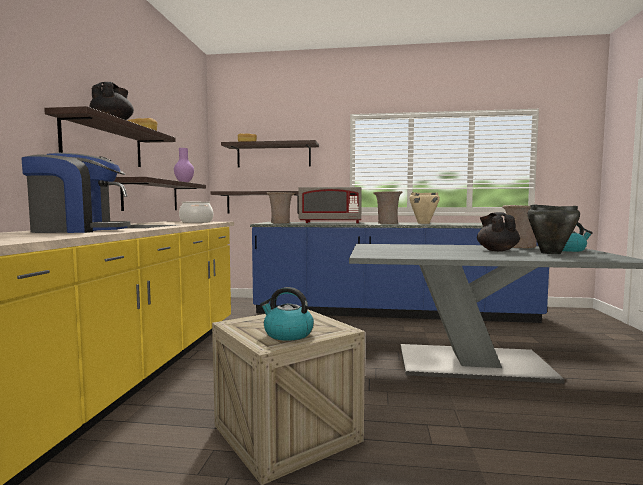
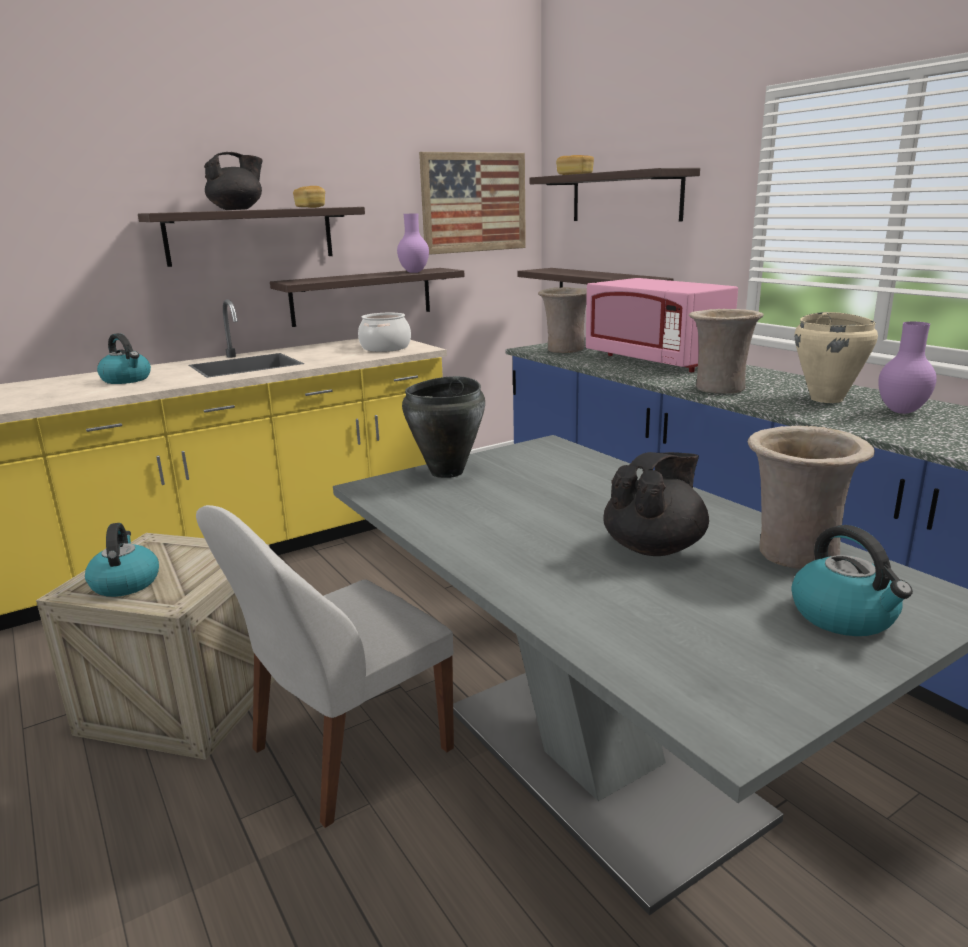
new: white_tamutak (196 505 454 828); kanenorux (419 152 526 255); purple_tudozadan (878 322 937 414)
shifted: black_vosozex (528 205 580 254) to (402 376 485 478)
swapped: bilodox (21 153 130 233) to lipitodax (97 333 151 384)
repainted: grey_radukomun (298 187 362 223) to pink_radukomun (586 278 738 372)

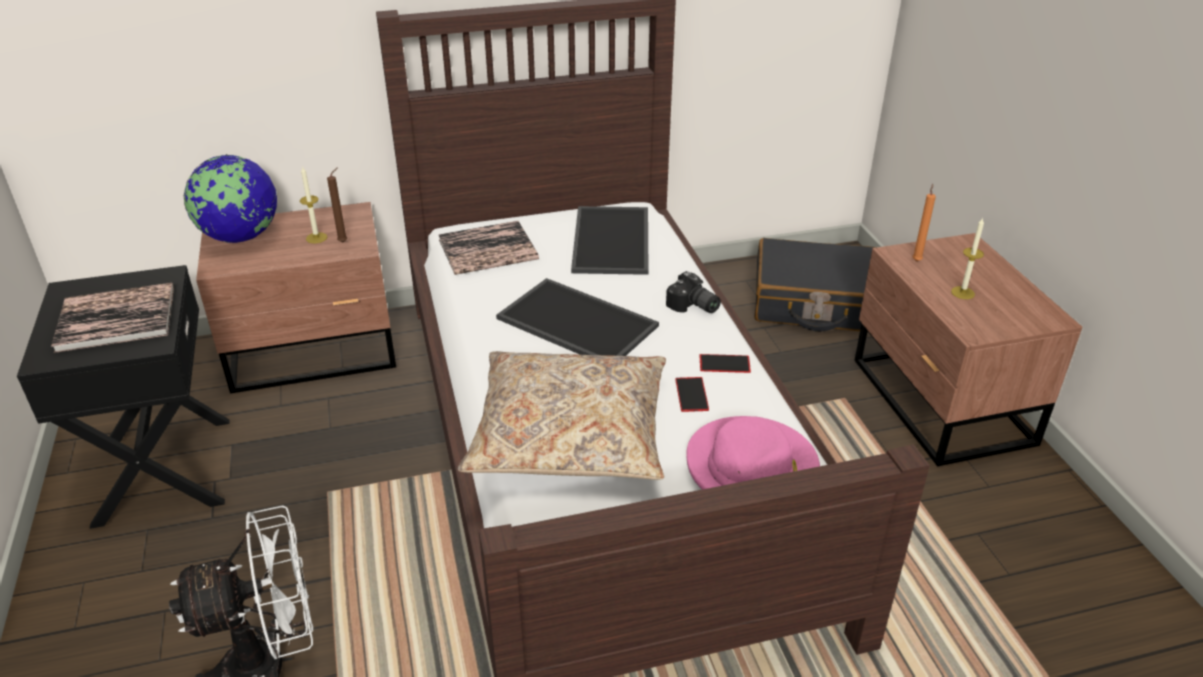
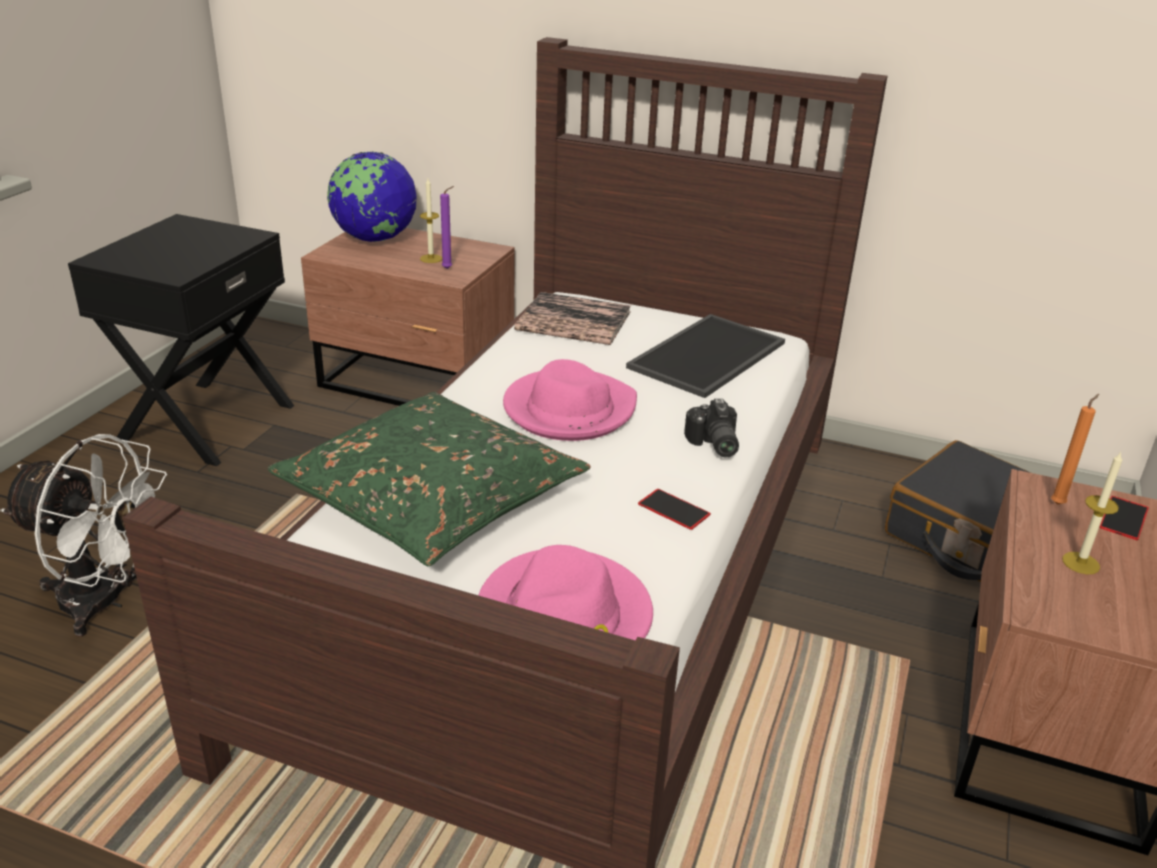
gone: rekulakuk (51 283 174 353)
shifted: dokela (675 377 709 412) to (1099 496 1149 540)
swapped: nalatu (496 278 659 356) to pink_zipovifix (503 359 637 441)
repainted: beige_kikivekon (458 351 666 480) to green_kikivekon (267 392 591 566); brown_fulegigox (327 168 347 242) to purple_fulegigox (440 186 454 269)

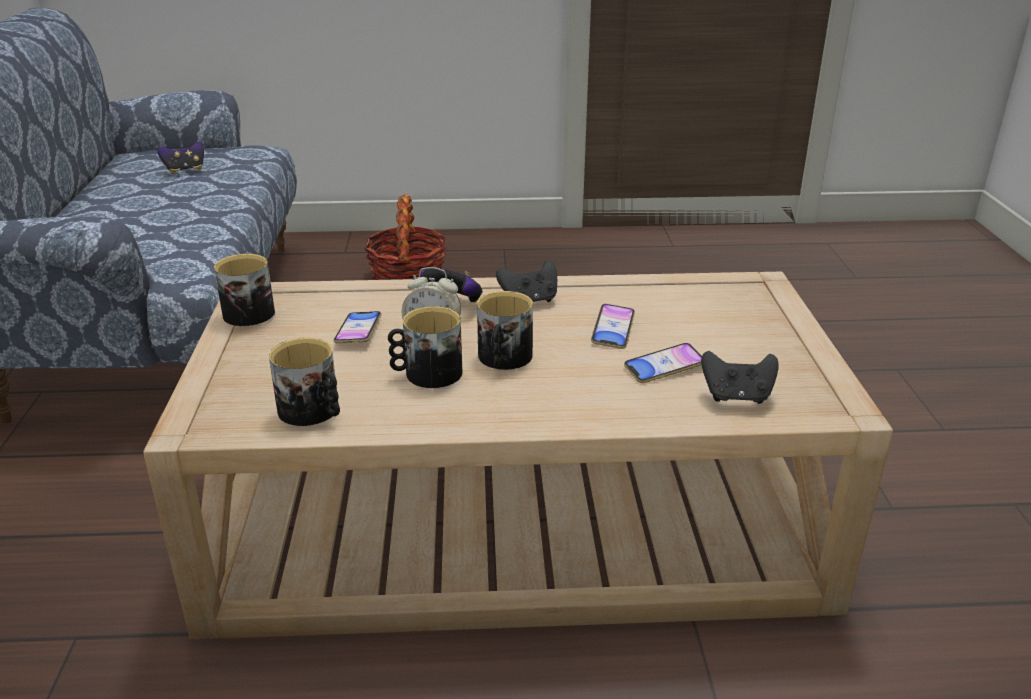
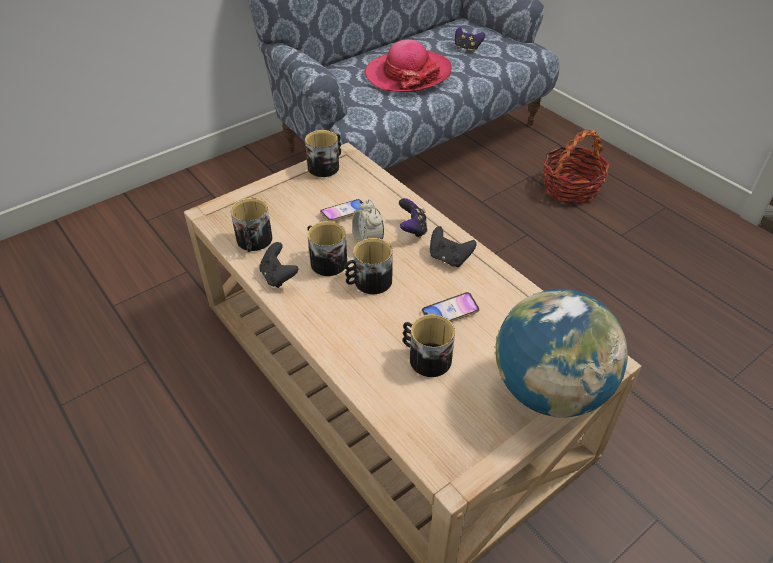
new: zipovifix (364 39 452 92); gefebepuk (495 289 628 418)
shifted: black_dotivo (701 351 779 404) to (259 242 298 288)
swapped: dokela (624 343 702 383) to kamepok (403 314 455 377)

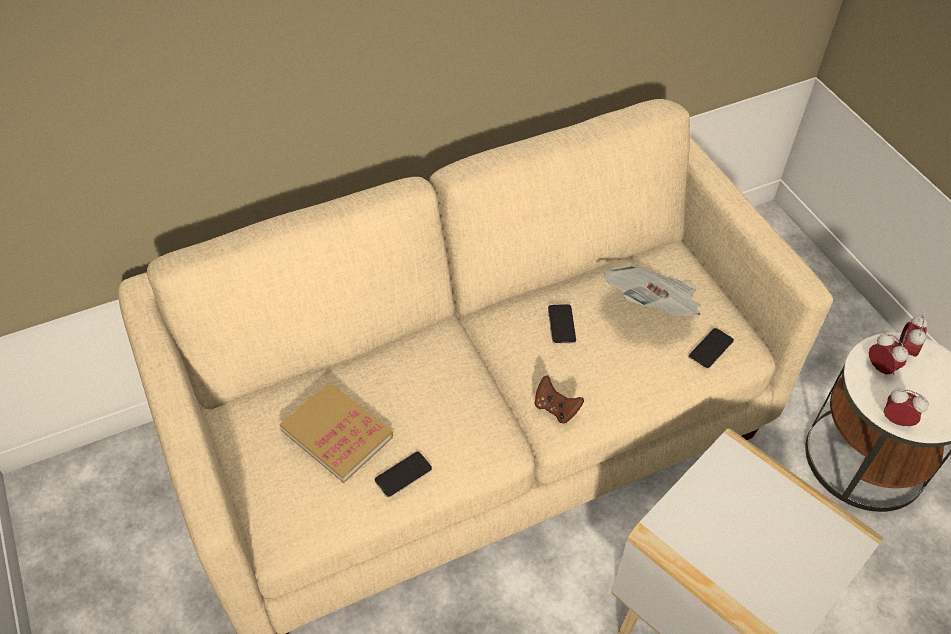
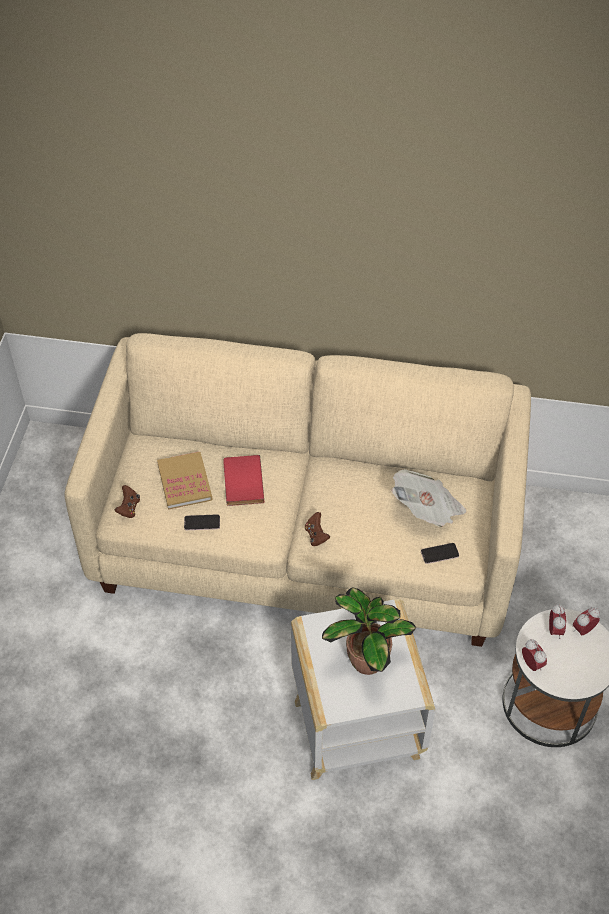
gone: dokela (548 304 576 344)
new: brown_dotivo (115 485 140 518); red_rekulakuk (223 455 264 506); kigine (322 587 416 675)

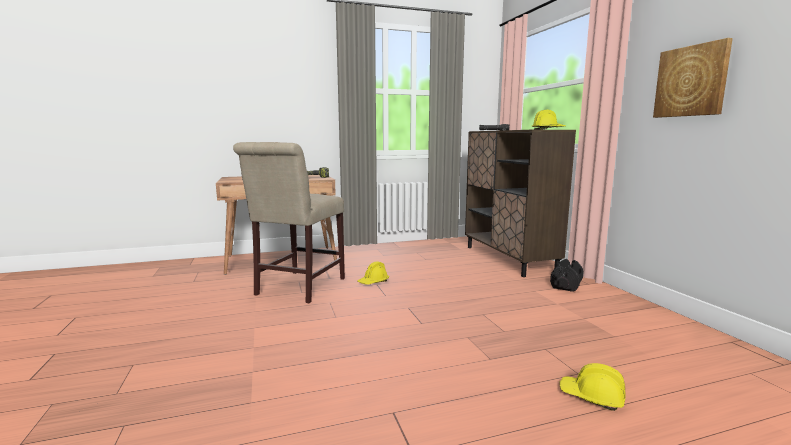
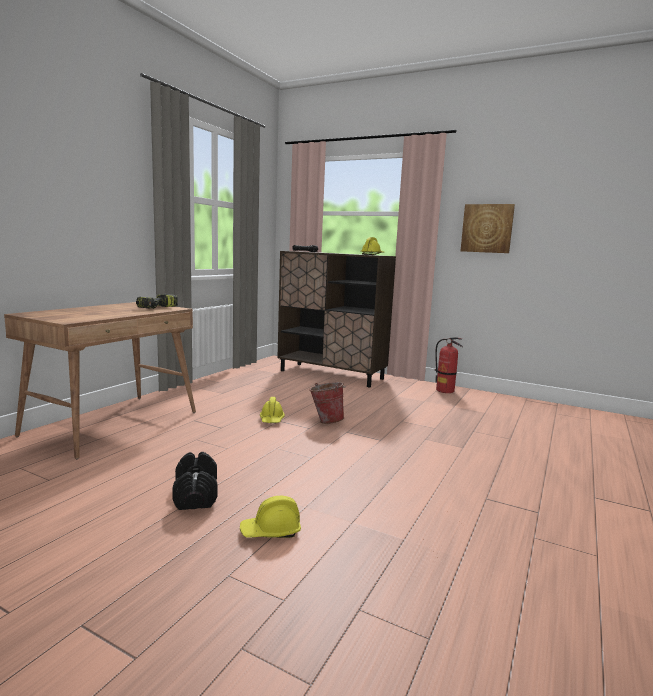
gone: beige_tamutak (233 142 345 303)
new: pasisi (309 382 346 424); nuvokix (435 337 463 393)
shifted: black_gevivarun (550 259 584 292) to (172 452 217 510); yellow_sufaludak (559 363 625 411) to (240 496 301 538)

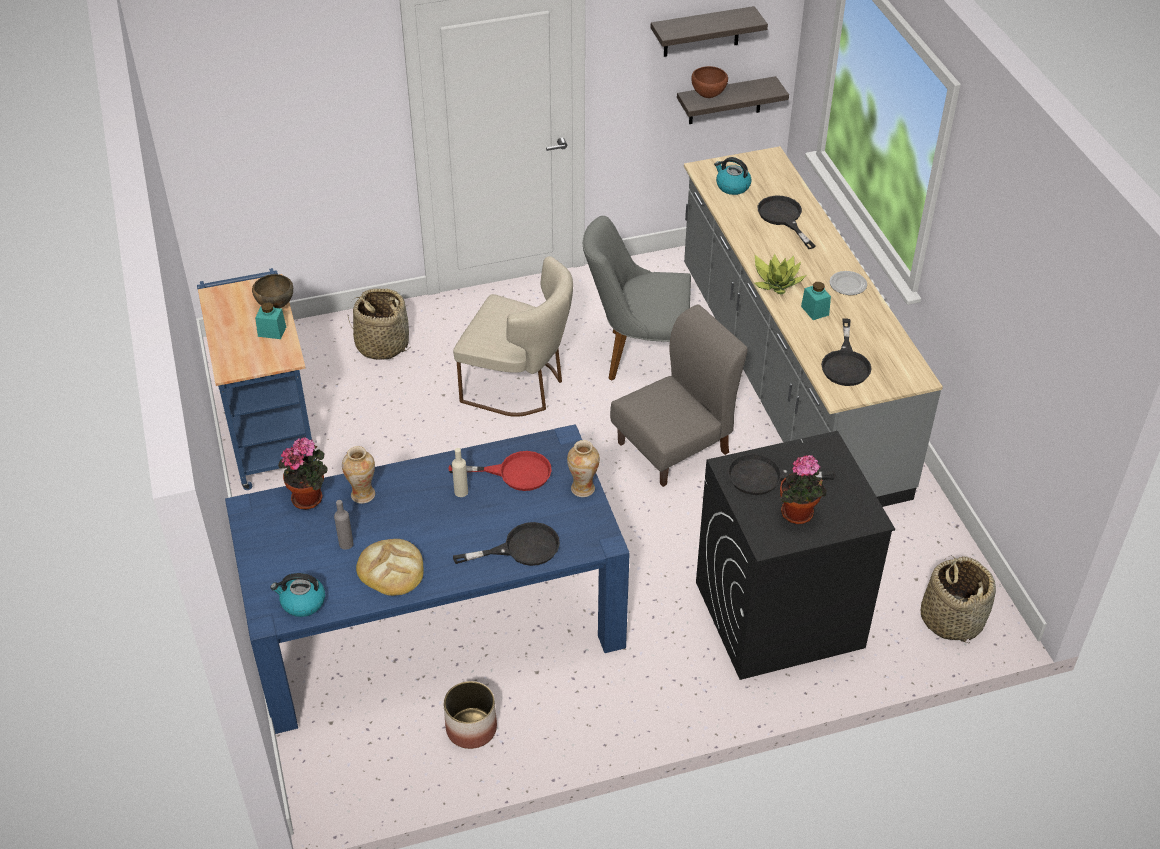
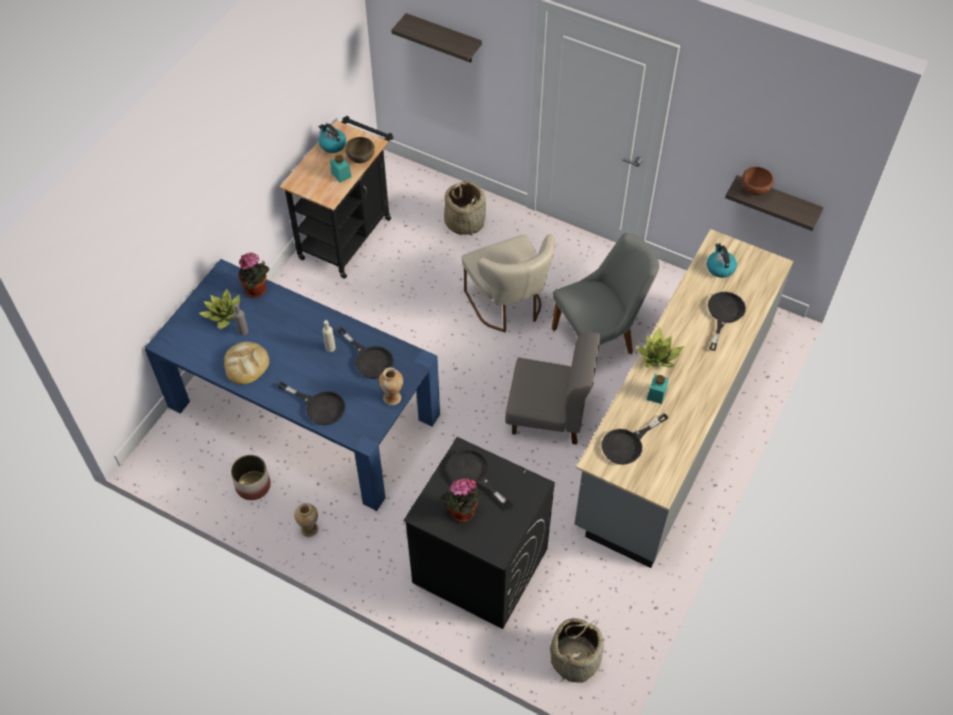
gone: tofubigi (830 271 867 295)
new: kigine (199 289 245 329)
shifted: tudozadan (342 446 375 504) to (294 503 318 537); lipitodax (270 573 325 617) to (319 124 346 153); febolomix (651 6 768 57) to (391 13 482 62)
repainted: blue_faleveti (197 268 316 490) to black_faleveti (280 116 393 279); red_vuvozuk (449 451 552 491) to black_vuvozuk (337 327 394 378)
rotated: grey_tamutak (583 216 691 381) = (552 233 659 354) 105 degrees clockwise

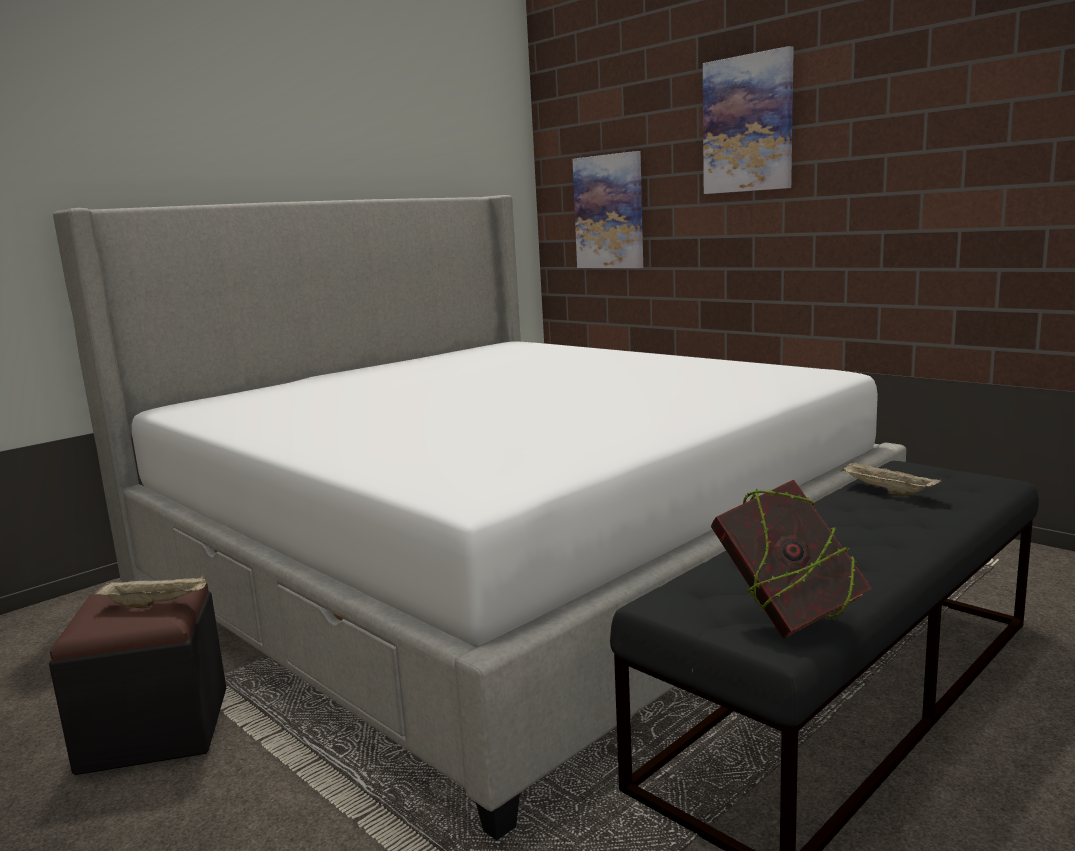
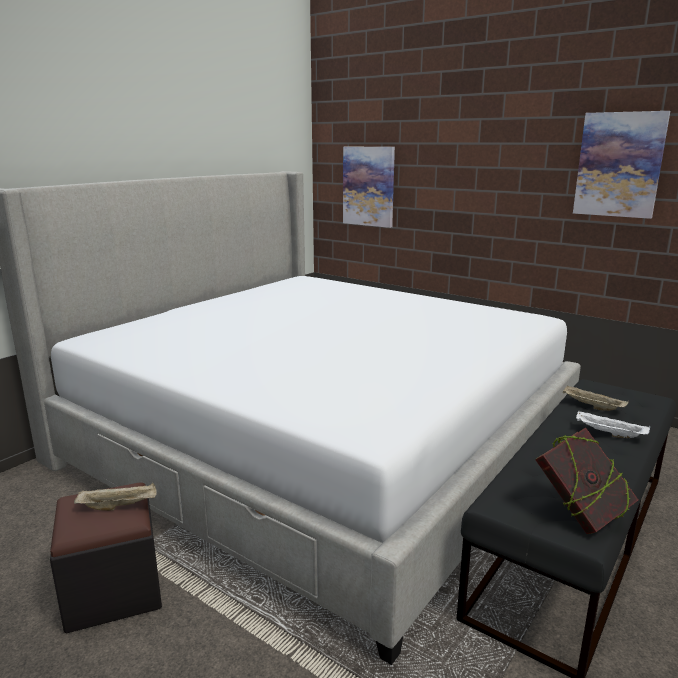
new: white_nalatu (576 411 650 438)
shifted: kanenorux (703 46 794 194) to (573 111 670 219)

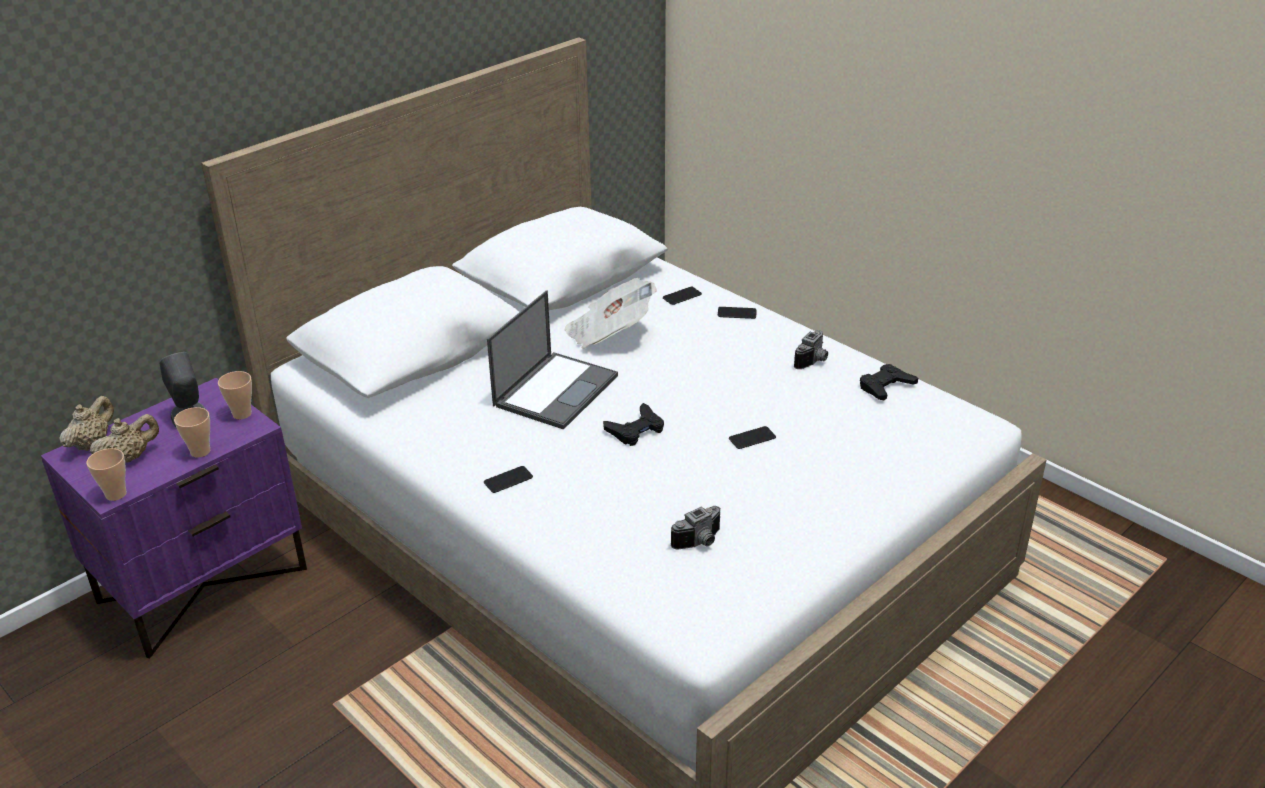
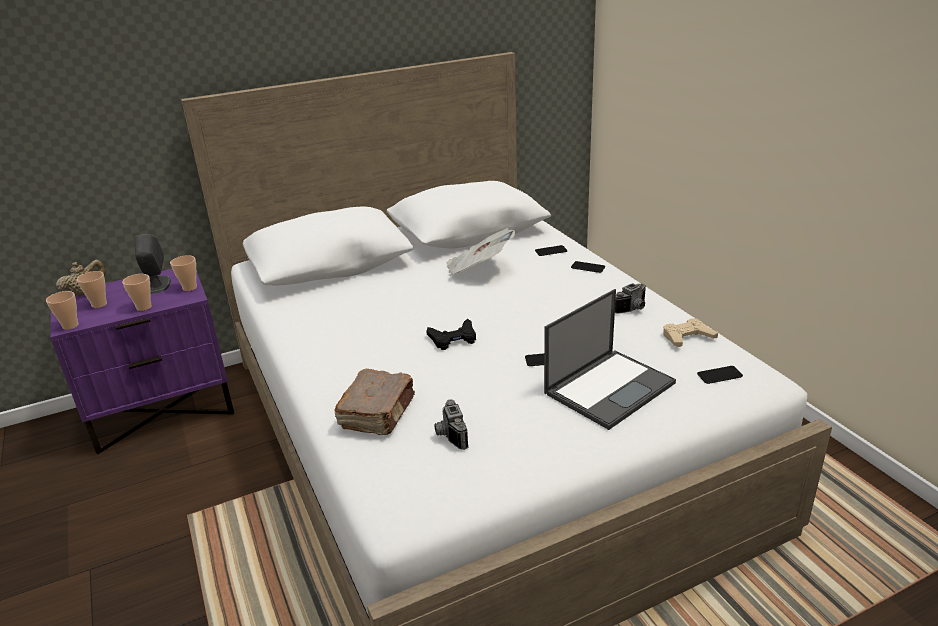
new: brown_rekulakuk (334 369 415 435)
shifted: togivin (487 290 618 430) to (544 289 676 430); dokela (484 466 533 493) to (697 366 743 384)
swapped: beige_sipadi (90 414 159 463) to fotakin (77 271 107 308)
repainted: black_dotivo (860 364 918 400) to beige_dotivo (663 318 718 347)
rotated: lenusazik (671 506 721 550) = (434 400 469 450) 90 degrees clockwise

